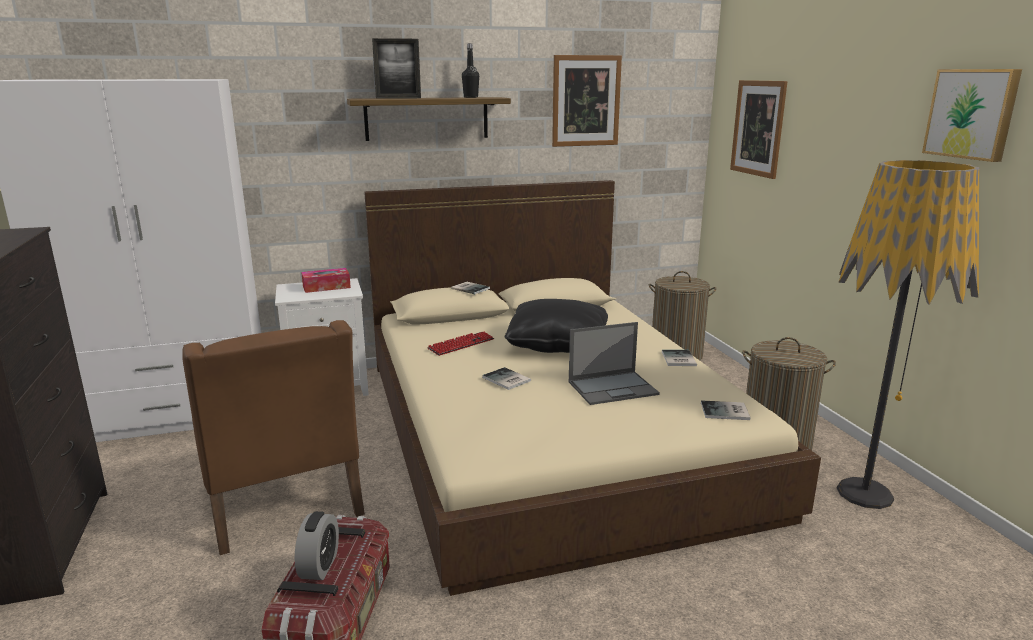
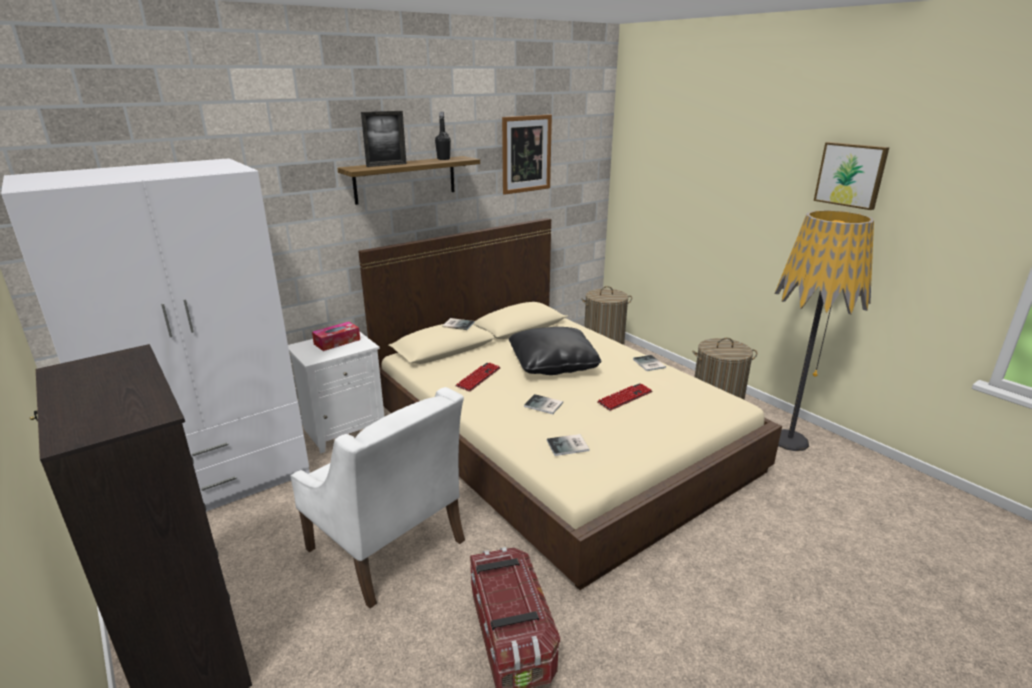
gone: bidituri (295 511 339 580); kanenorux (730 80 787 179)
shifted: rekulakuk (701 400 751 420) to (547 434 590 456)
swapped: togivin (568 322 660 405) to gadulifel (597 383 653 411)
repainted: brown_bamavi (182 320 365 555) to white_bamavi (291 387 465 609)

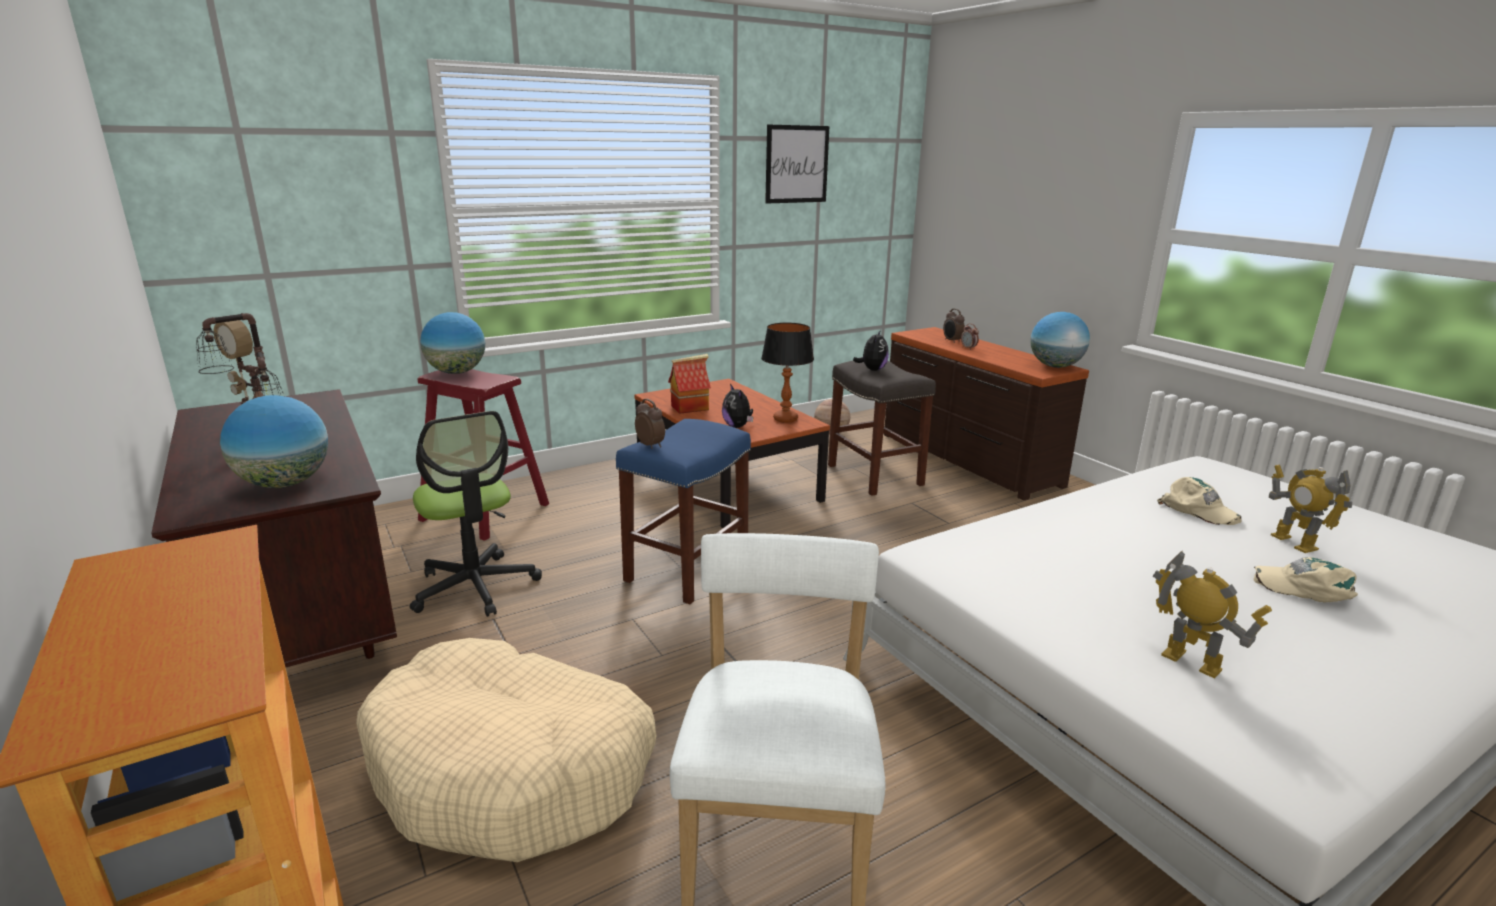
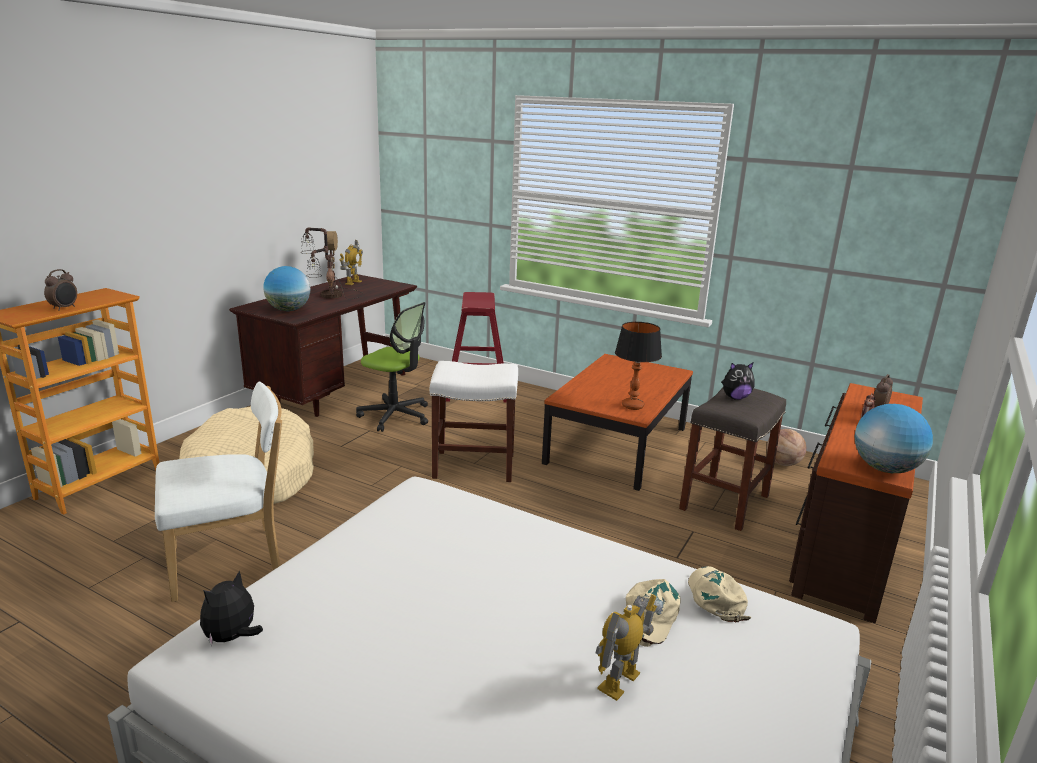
gone: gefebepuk (420 312 485 374); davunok (668 354 711 414); kanenorux (765 124 830 204)
shifted: bidituri (635 399 665 449) to (44 269 77 311); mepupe (722 384 753 428) to (200 570 263 647); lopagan (1152 550 1272 678) to (339 240 363 285); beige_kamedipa (1253 557 1358 602) to (688 566 751 622)
repainted: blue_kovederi (616 419 751 604) to white_kovederi (430 361 518 482)
rotated: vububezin (410 411 542 617) = (356 302 428 432) 90 degrees counterclockwise

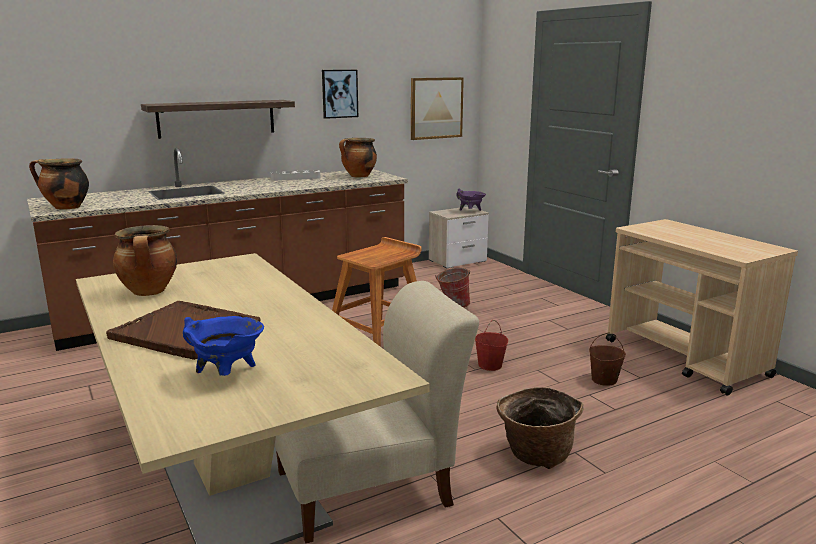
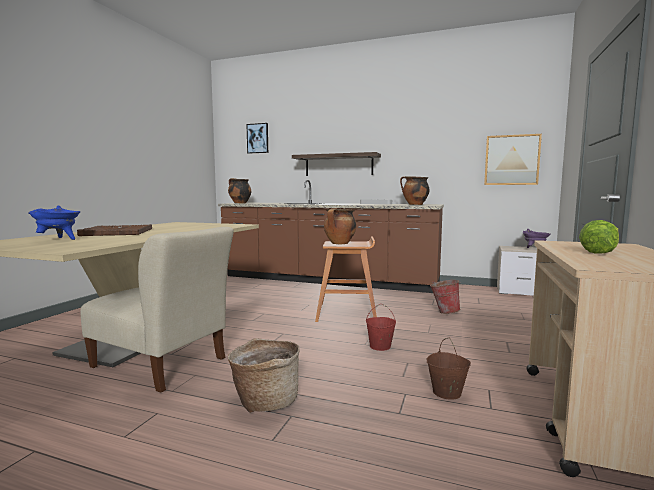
new: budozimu (579 220 619 254)
shifted: kanenorux (322 70 358 119) to (246 123 268 154); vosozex (113 225 177 296) to (324 208 357 244)

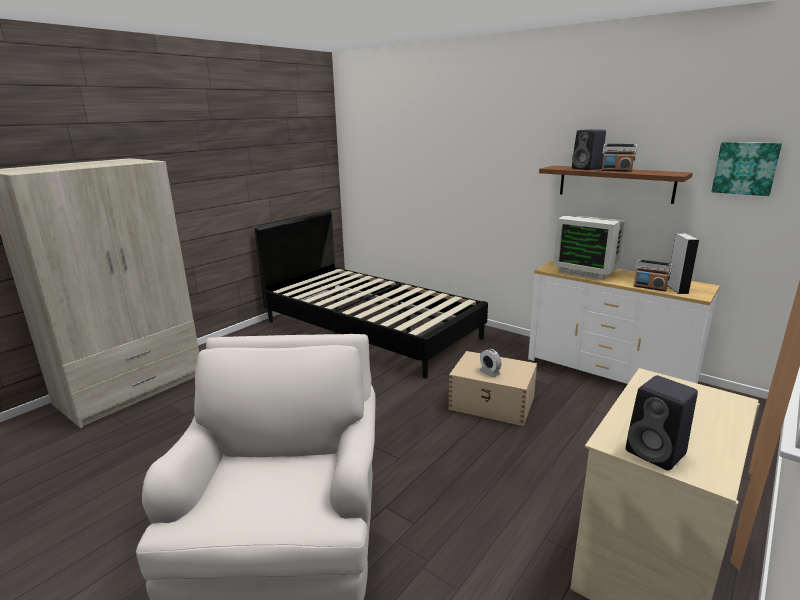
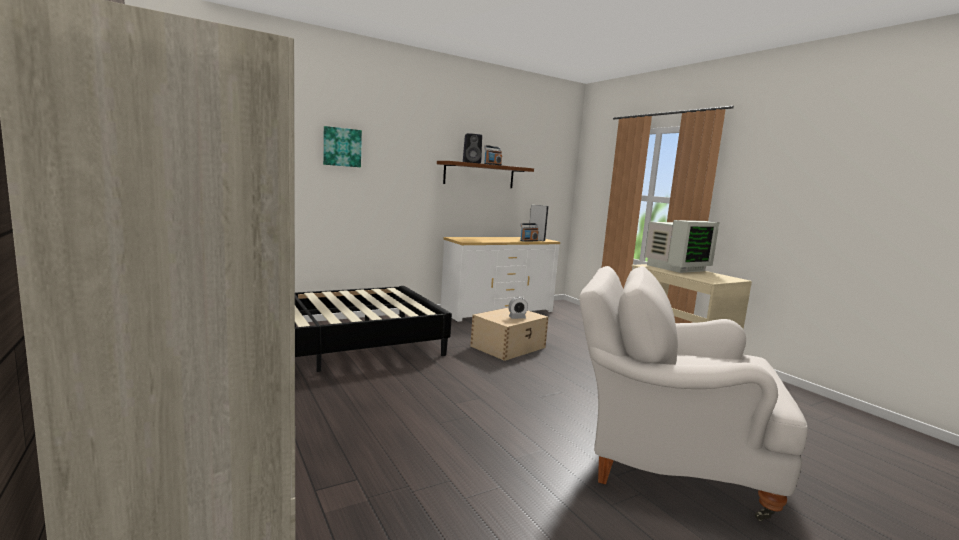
gone: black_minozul (626 376 698 471)
shifted: kanenorux (711 142 782 196) to (323 126 362 167); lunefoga (553 216 625 280) to (644 220 719 273)

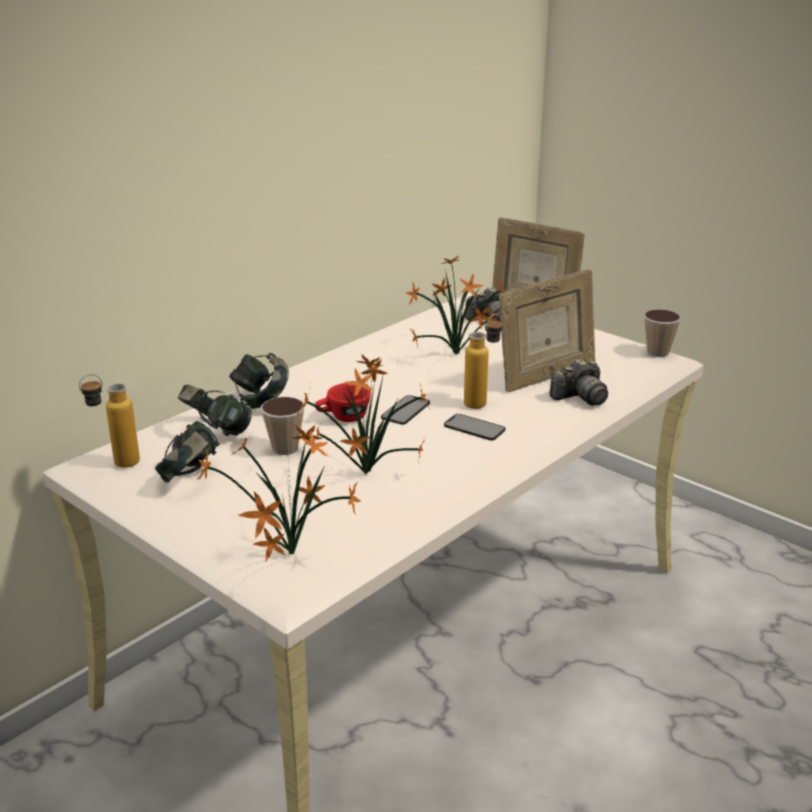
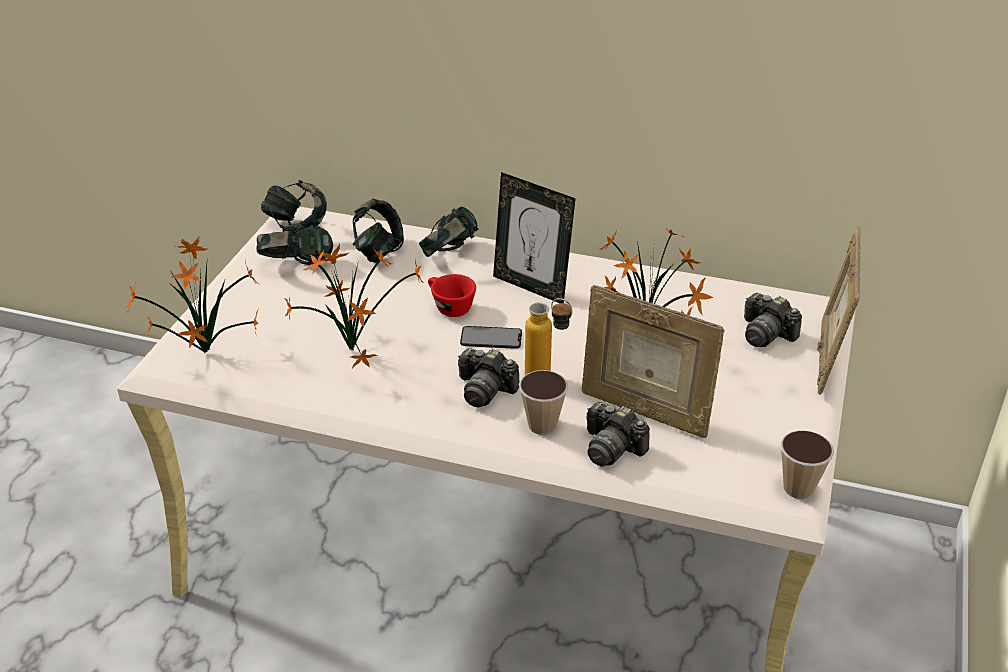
new: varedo (493 172 576 303)
shifted: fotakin (260 397 305 455) to (519 370 568 435)
swapped: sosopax (79 374 140 468) to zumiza (261 180 327 232); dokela (444 414 505 441) to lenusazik (458 348 520 407)

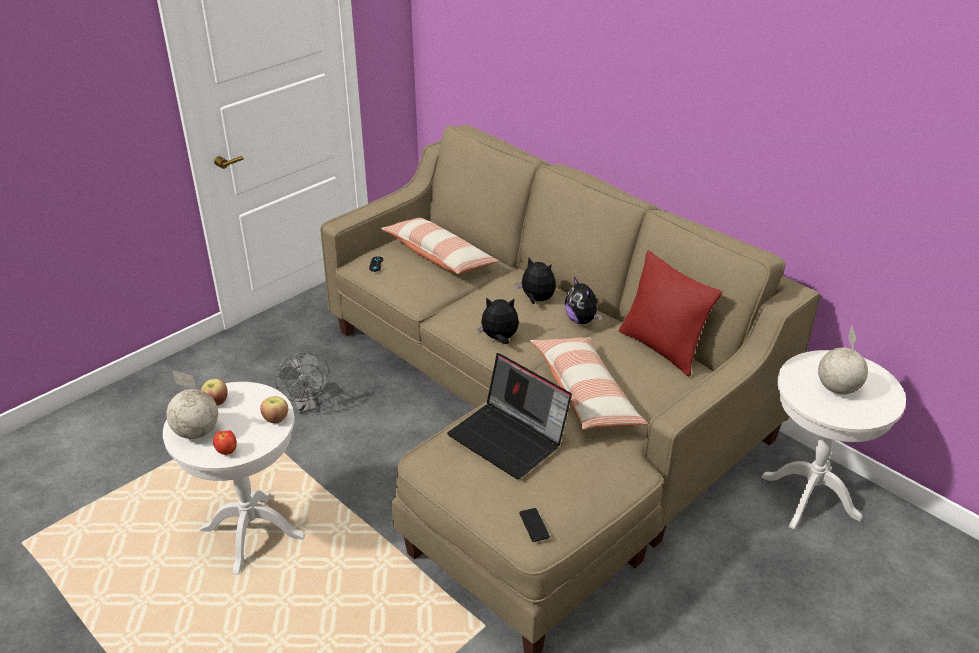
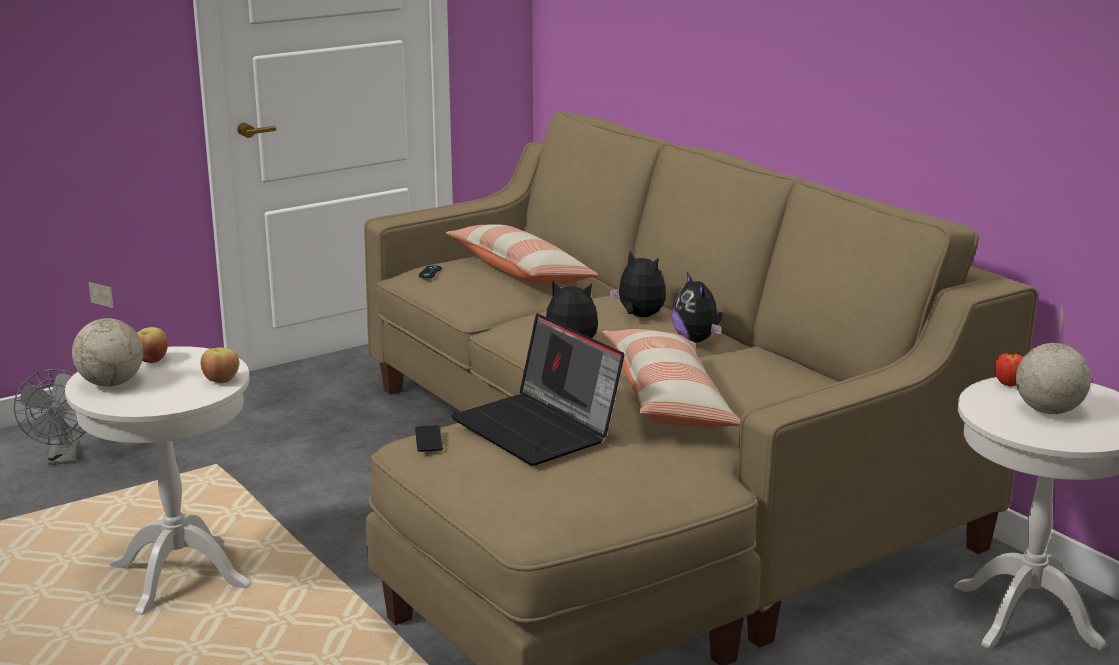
gone: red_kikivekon (619 250 722 376)
shifted: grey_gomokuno (275 352 330 414) to (14 369 86 465); dokela (519 508 550 542) to (415 425 443 452); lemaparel (213 430 237 455) to (995 353 1023 387)

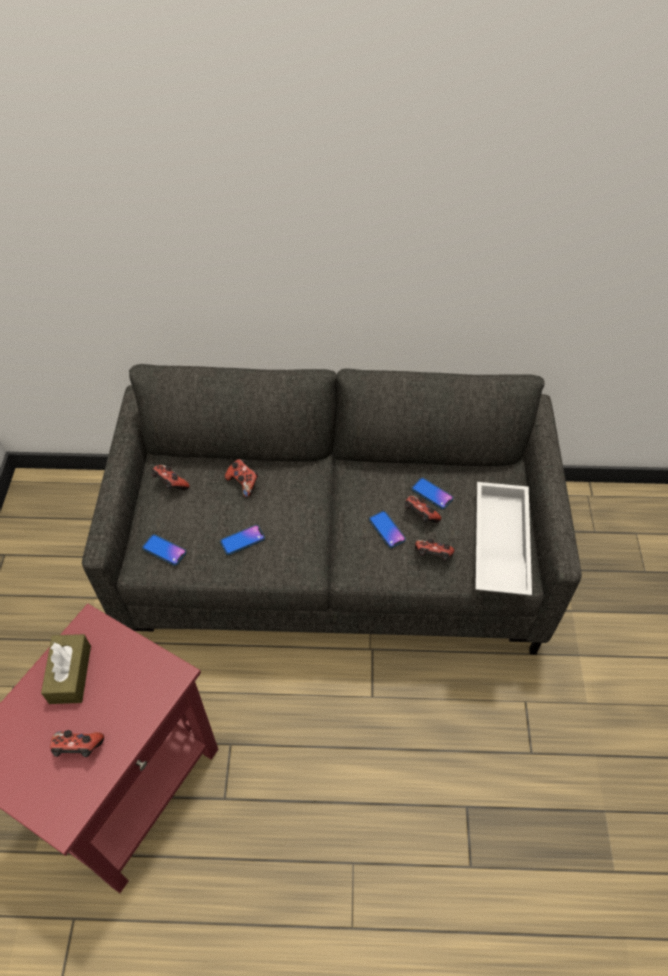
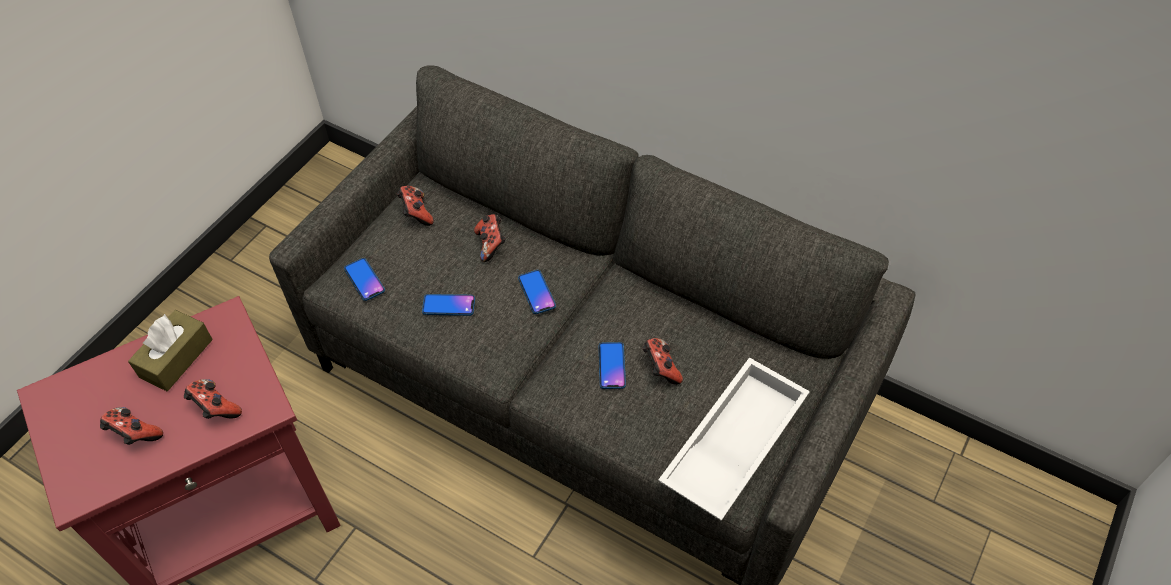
shifted: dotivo (415 539 454 561) to (184 379 242 419); dokela (412 478 453 509) to (518 270 556 314)

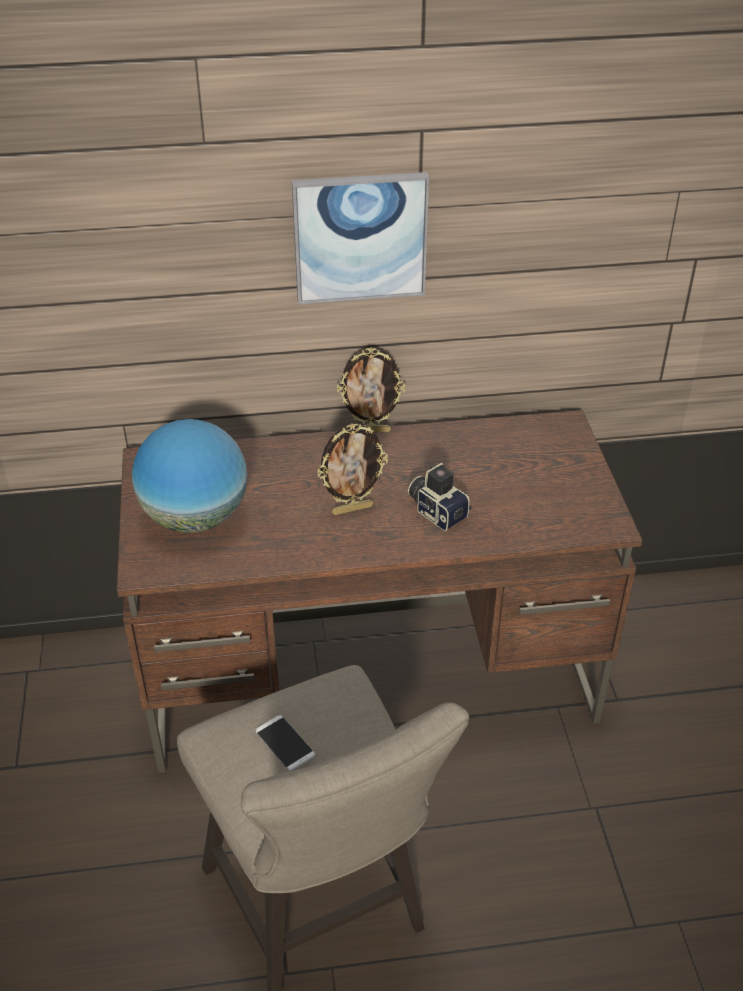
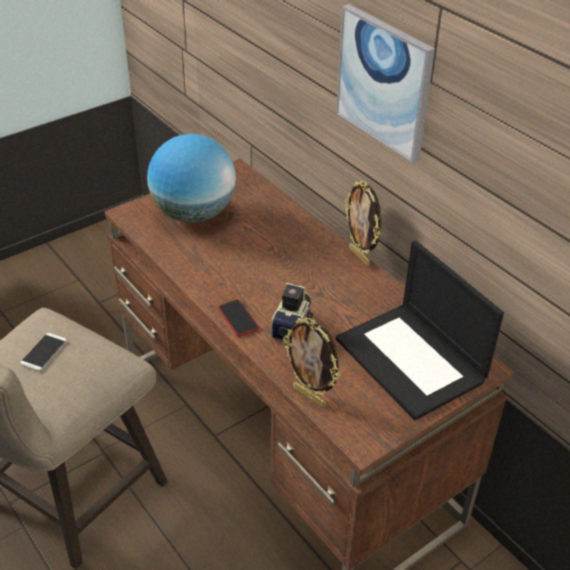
new: dokela (218 300 259 337); togivin (336 240 504 420)
shifted: varedo (317 423 388 515) to (283 317 341 408)

